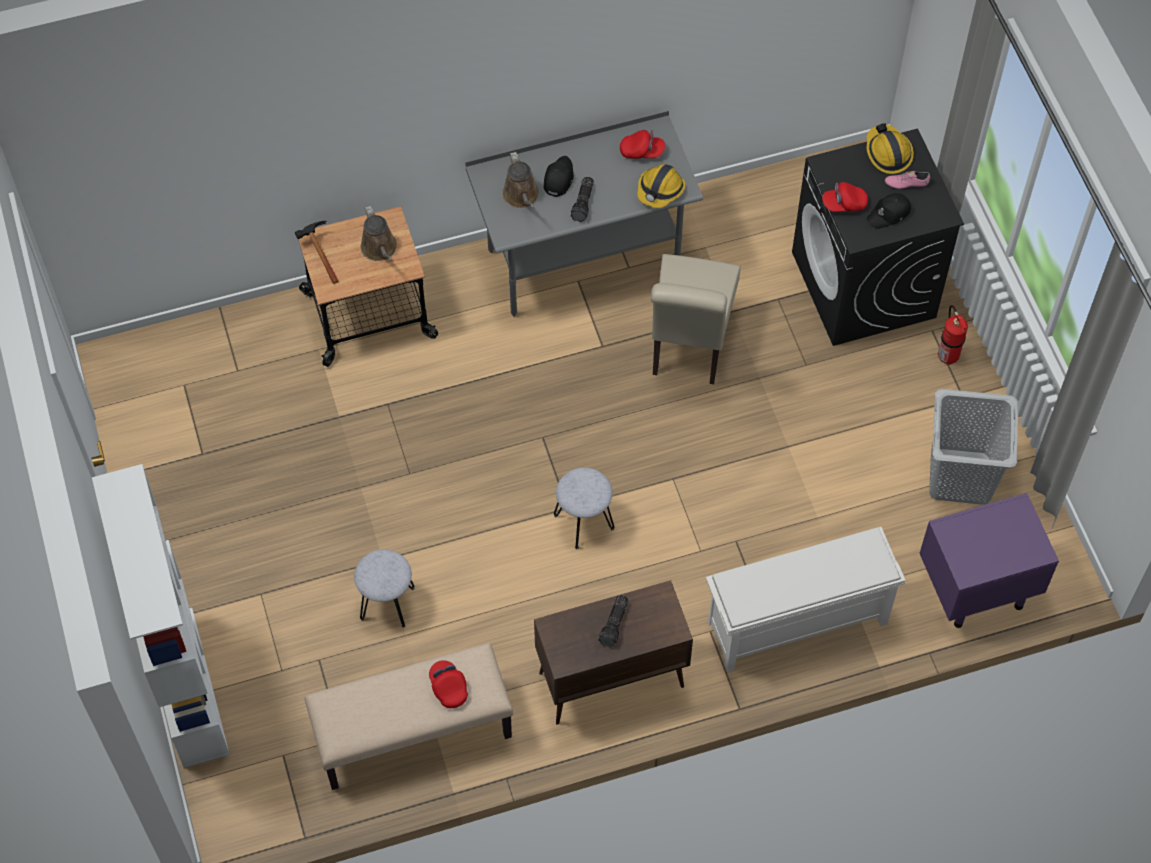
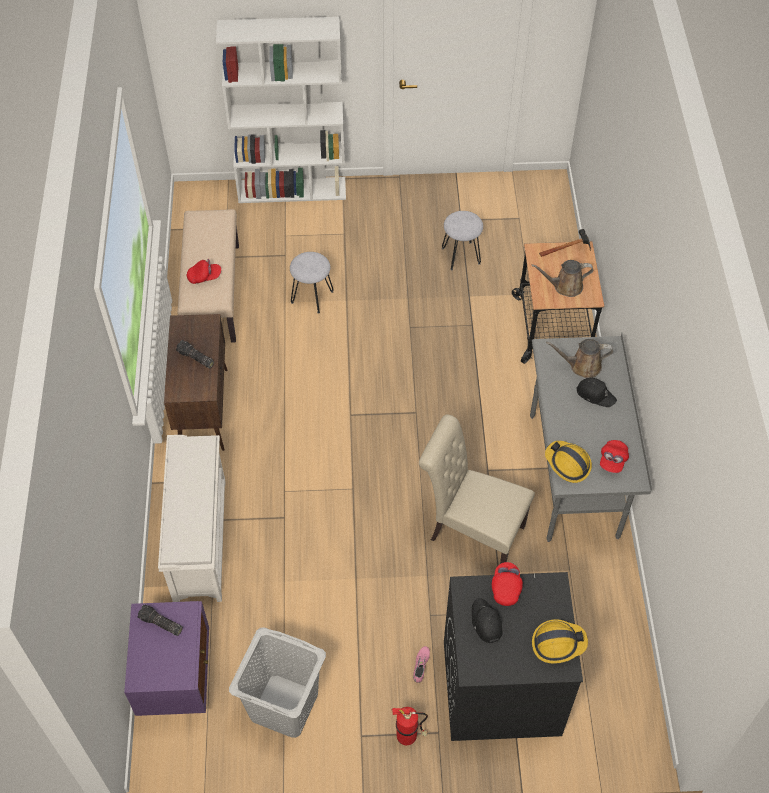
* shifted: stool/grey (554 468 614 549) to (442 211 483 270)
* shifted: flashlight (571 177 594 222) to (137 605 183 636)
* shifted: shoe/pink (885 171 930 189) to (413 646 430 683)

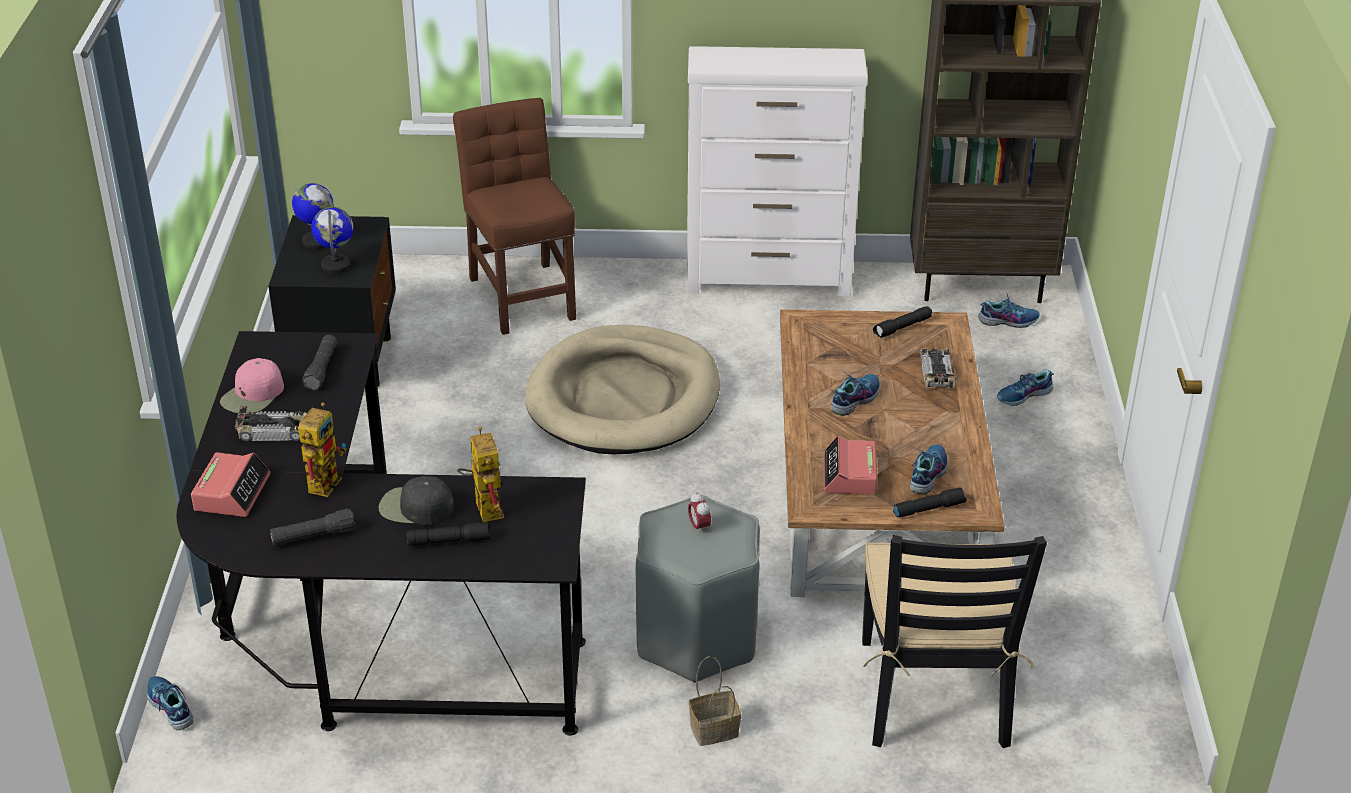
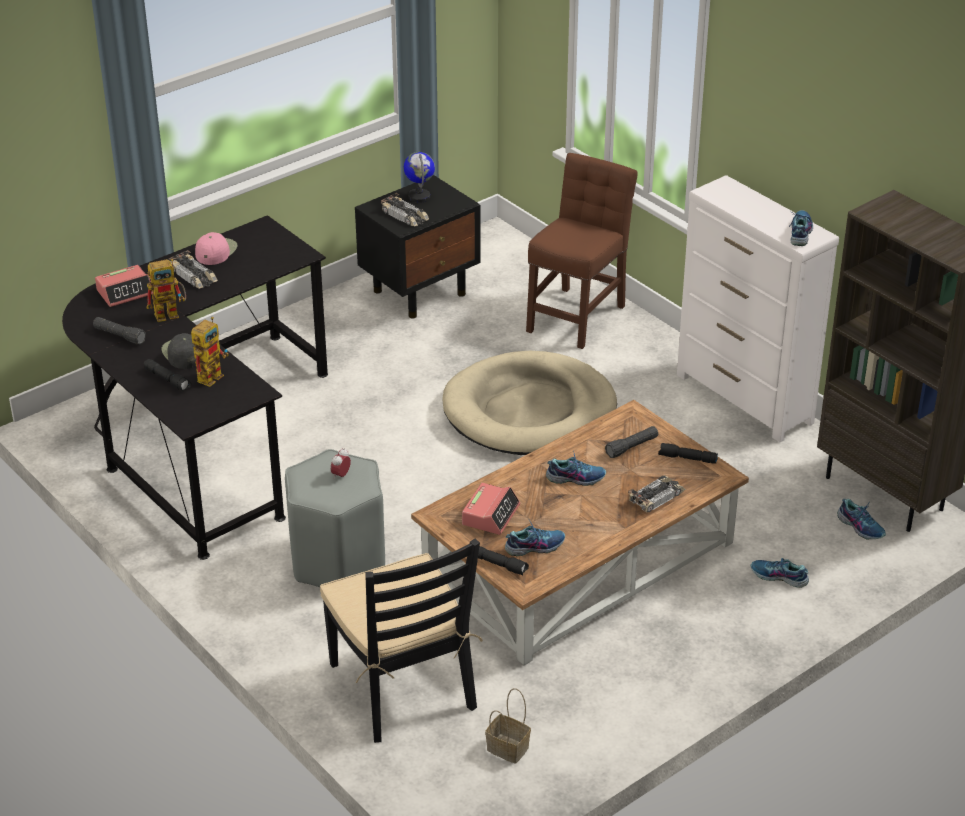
* shifted: shoe (147 676 194 730) to (789 210 813 246)
* rotated: cap/pink (220 358 284 413) = (195 232 238 265) 120 degrees clockwise
* shifted: flashlight/black (302 335 337 390) to (605 426 658 458)
* swapped: globe (311 207 353 274) to toy car (381 193 429 227)
* shifted: basket (689 656 741 746) to (485 688 531 764)
* rotated: alarm clock (824 436 877 495) = (462 483 520 535) 150 degrees clockwise
* rotated: chair/black (862 535 1047 748) = (320 539 483 743) 75 degrees counterclockwise

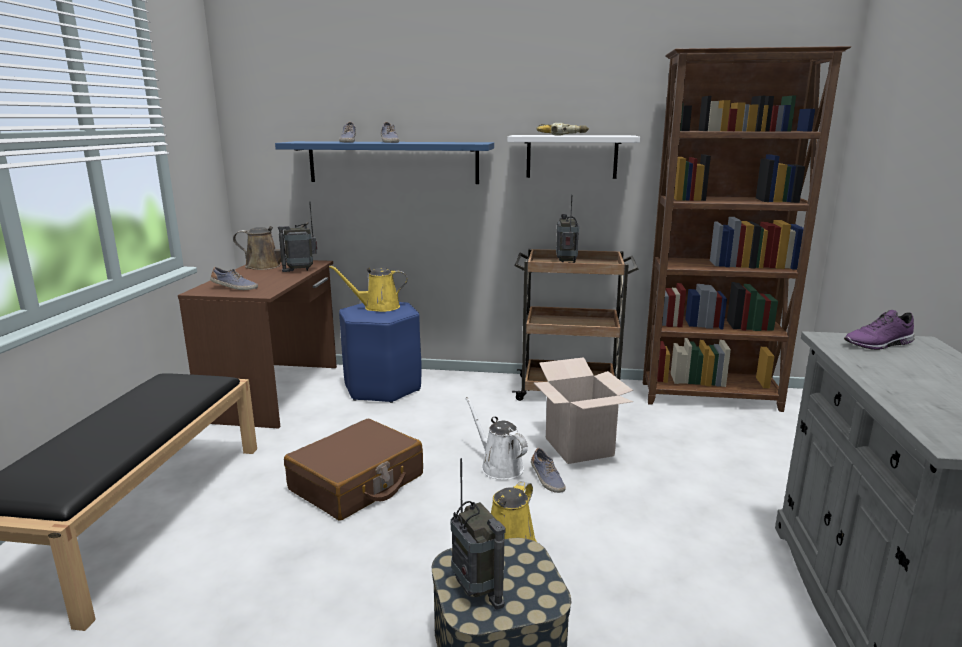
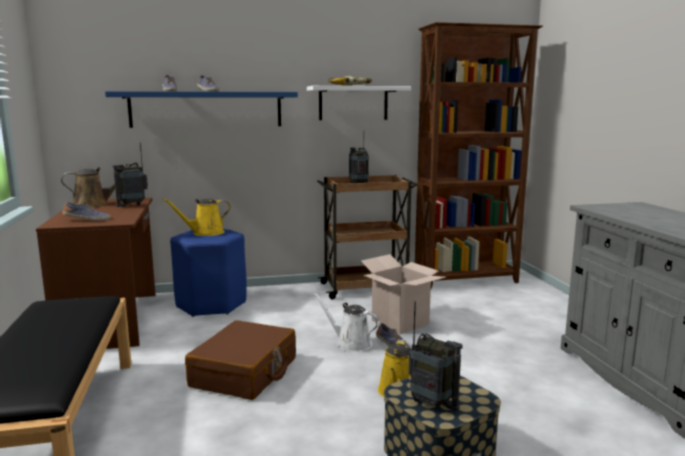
* gone: shoe/purple (844 310 915 350)

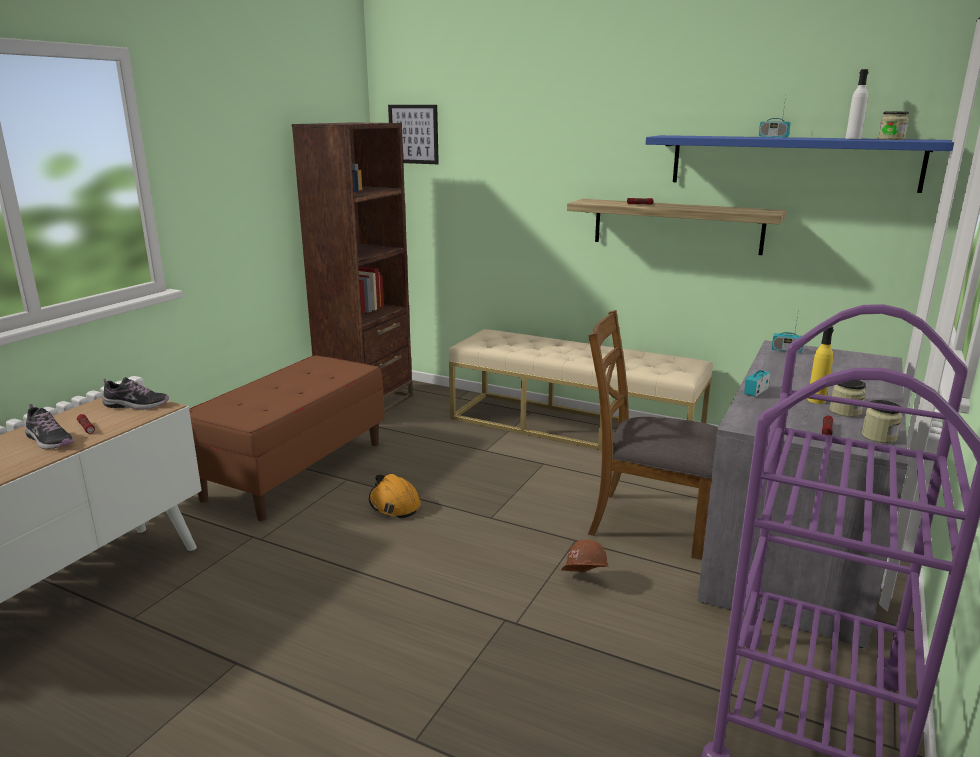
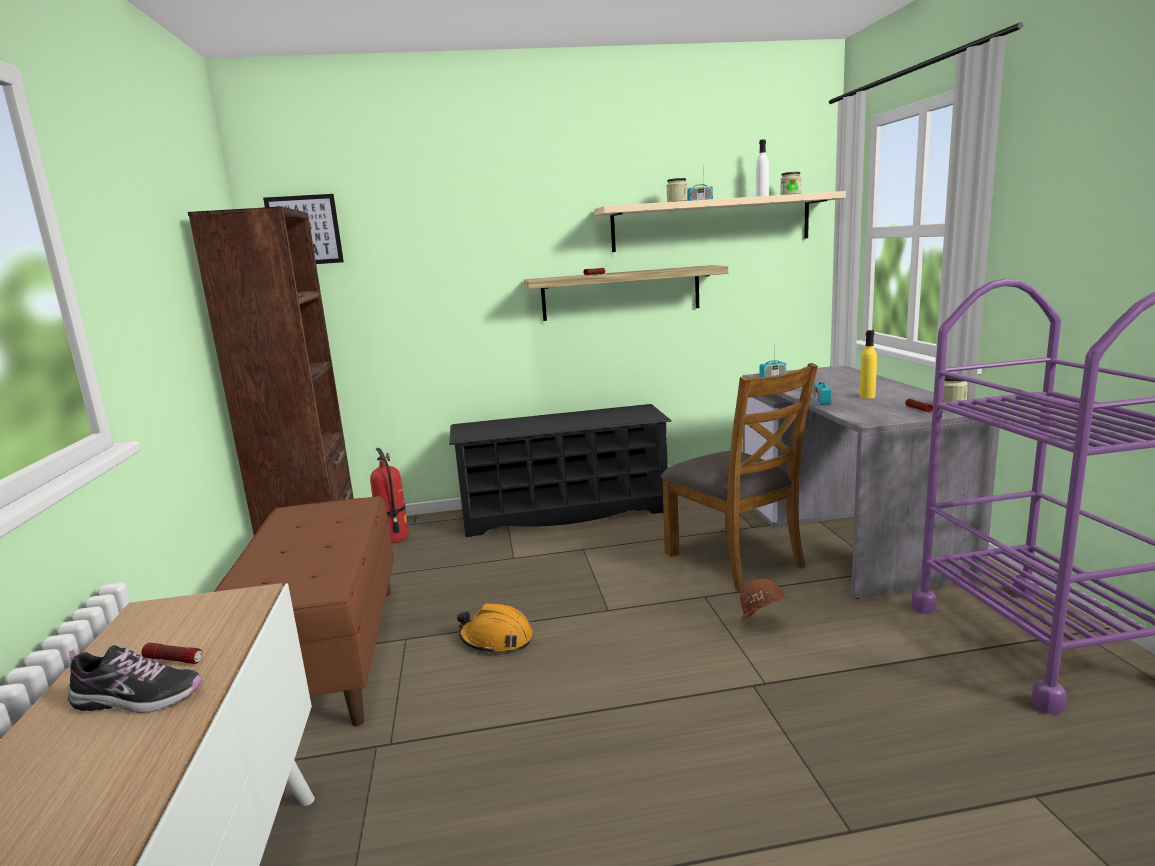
* gone: shoe (102 377 169 410)
* swapped: bench/beige (449 329 713 450) to shoe rack/black (449 404 672 537)
* rotated: chair/brown (587 310 718 560) = (661 363 818 593) 105 degrees counterclockwise
* repainted: shelf/blue (646 135 954 193) to shelf/beige (594 191 846 252)
* shifted: jar (830 380 866 417) to (666 178 687 202)
* new: fire extinguisher (370 448 409 543)

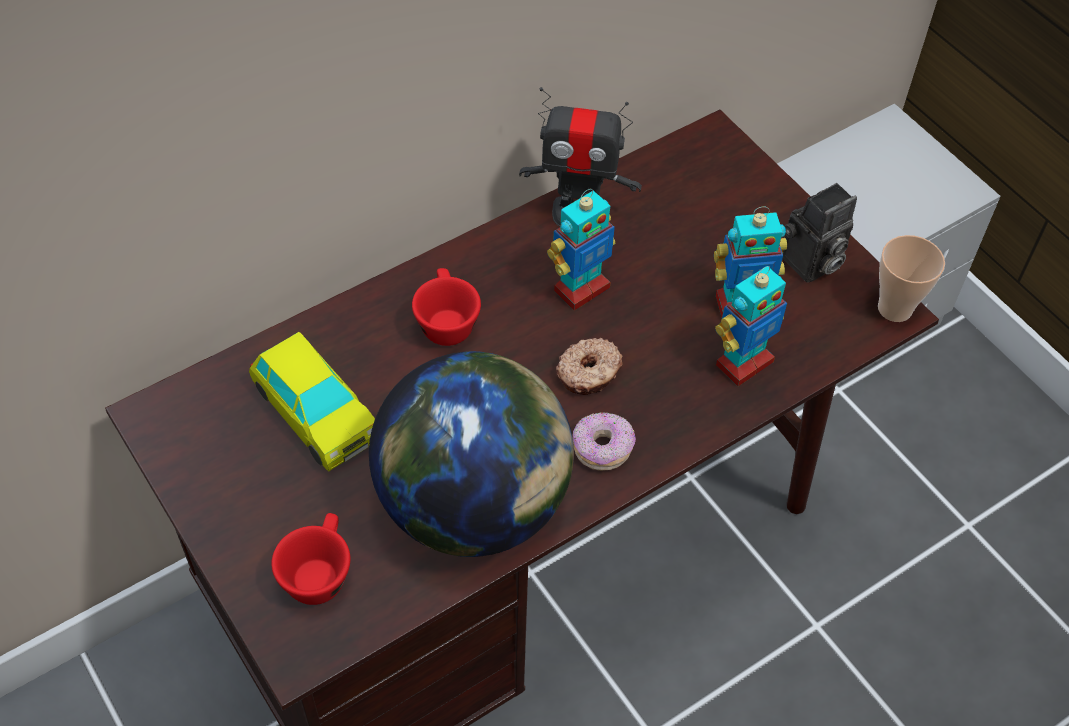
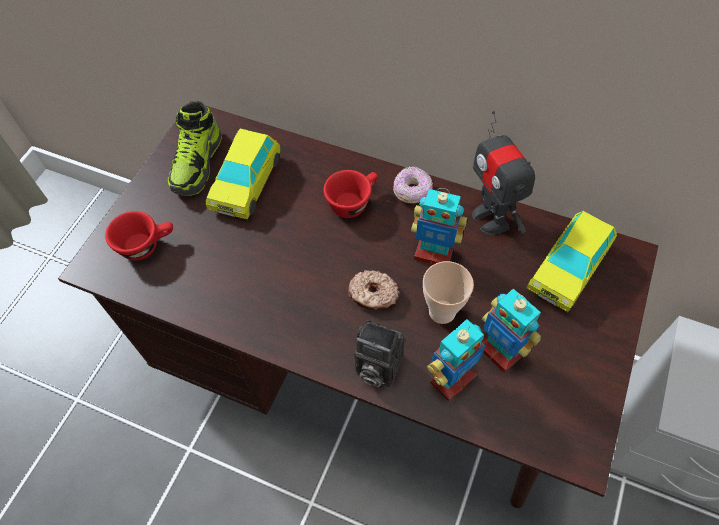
* gone: globe (369 351 574 557)
* shifted: donut (572 412 636 471) to (393 167 433 204)
* rotated: toy robot (715 266 787 386) = (427 319 485 402) 60 degrees counterclockwise
* shifted: photo camera (783 183 857 283) to (354 320 405 387)
* shifted: cup (878 235 945 322) to (423 261 474 324)
* new: shoe (167 101 222 196)
* new: toy car (527 211 617 312)

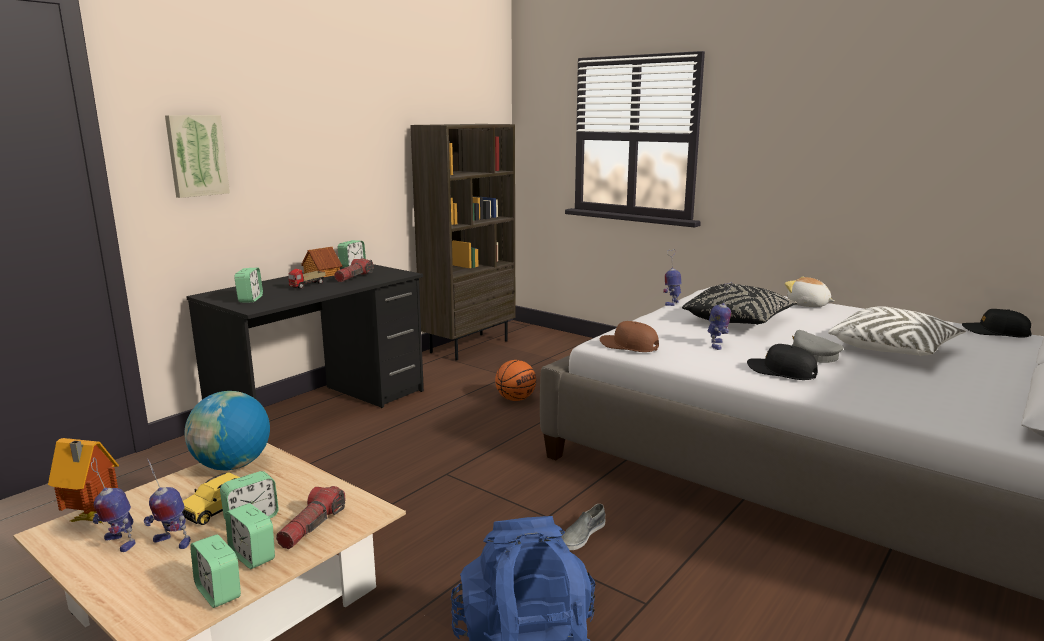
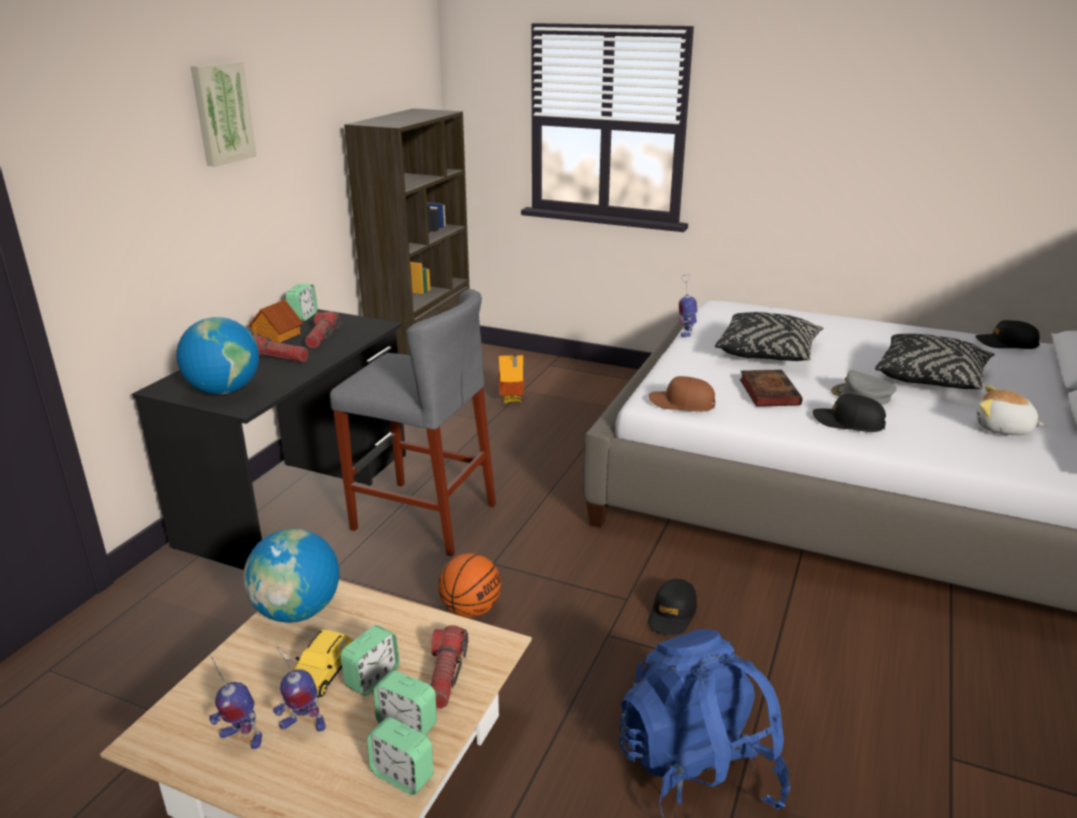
* shifted: toy house (48 438 119 524) to (499 355 524 403)
* shifted: picture (165 115 230 198) to (191 61 256 166)
* swapped: alarm clock (234 268 263 302) to globe (176 317 259 395)
* swapped: toy truck (288 269 325 289) to flashlight (253 334 308 362)
* shifted: basketball (495 360 536 401) to (438 553 501 617)
* swapped: shoe/grey (561 504 605 550) to cap/black (648 579 697 636)
* swapped: toy robot (708 282 732 350) to book (740 370 803 407)
* shifted: plush toy (785 277 834 307) to (976 385 1046 435)
* repainted: pillow/white (828 306 966 356) to pillow/black (875 334 995 390)
* new: stool/grey (330 289 496 557)

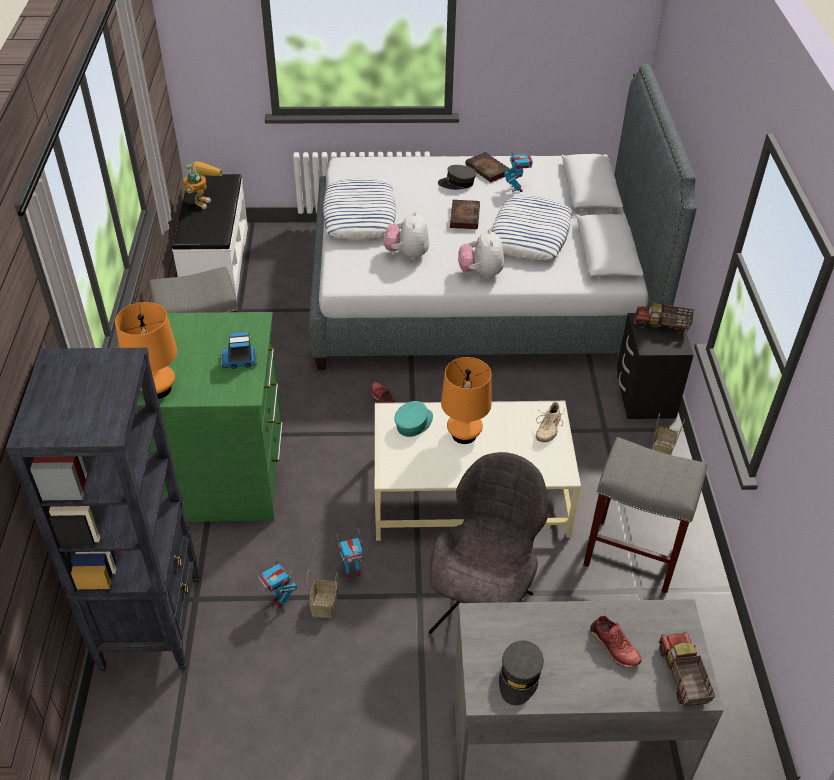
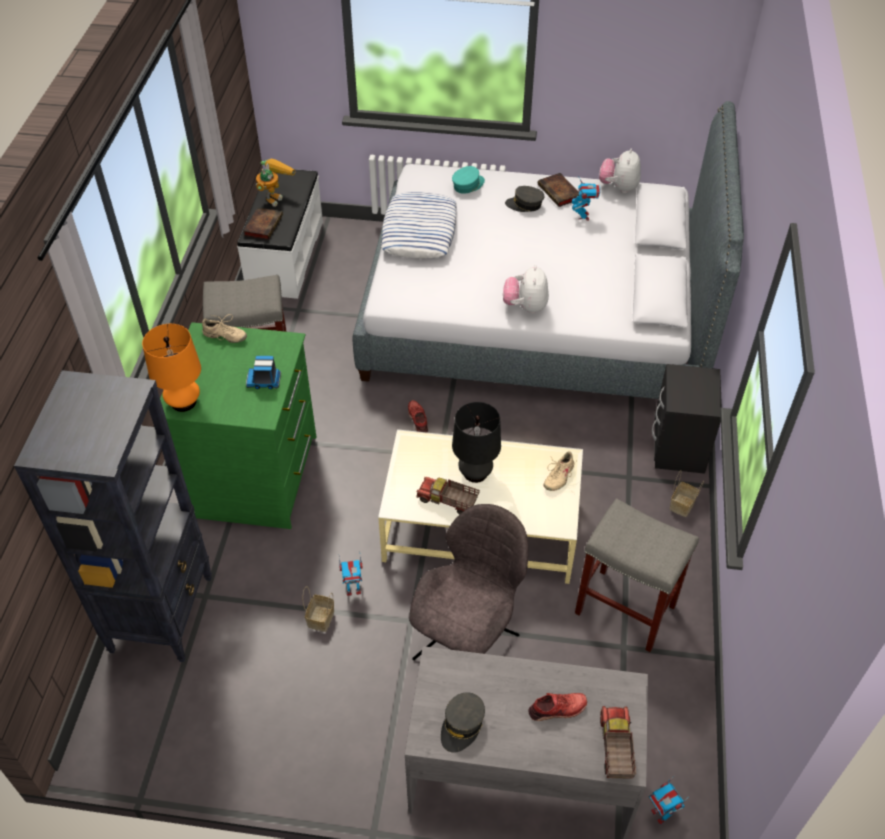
* shifted: toy robot (258 555 297 609) to (648 775 689 825)
* shifted: plush toy (384 211 429 260) to (599 148 641 193)
* shifted: cap/turquoise (394 401 433 437) to (452 166 485 194)
* repainted: table lamp/orange (441 357 492 444) to table lamp/black (452 402 501 483)
* shifted: book (450 200 480 229) to (243 207 283 240)
* gone: pillow (492 195 572 260)
* rotated: shoe/red (590 616 642 668) = (528 693 587 721) 75 degrees counterclockwise
* shifted: toy truck (634 303 694 335) to (416 477 480 515)
* new: shoe/beige (202 314 247 343)

